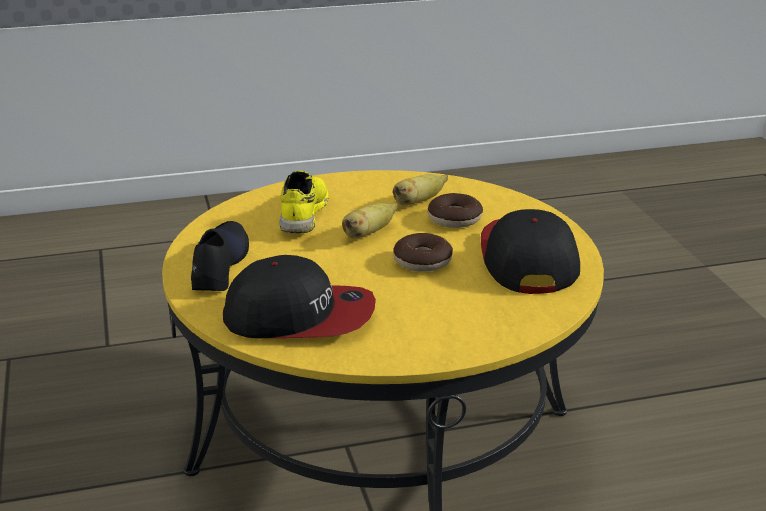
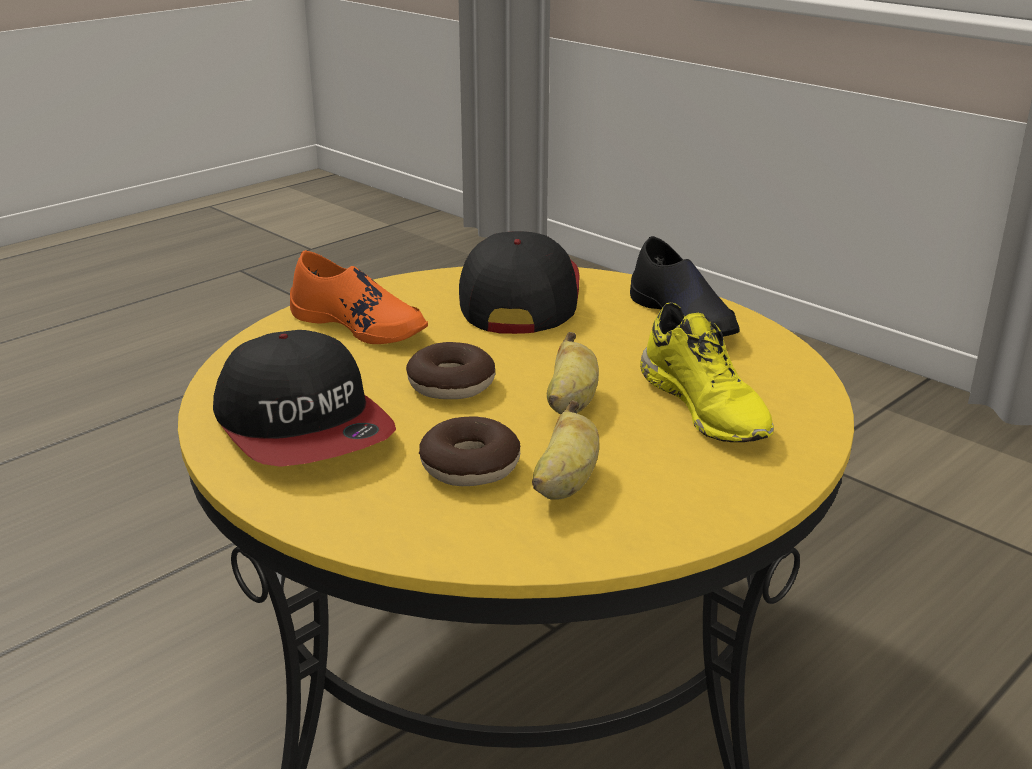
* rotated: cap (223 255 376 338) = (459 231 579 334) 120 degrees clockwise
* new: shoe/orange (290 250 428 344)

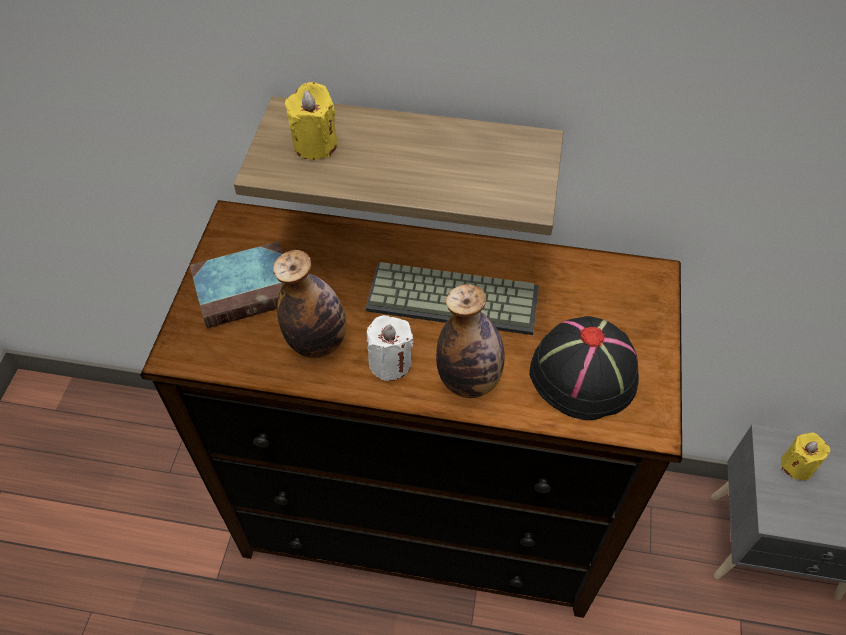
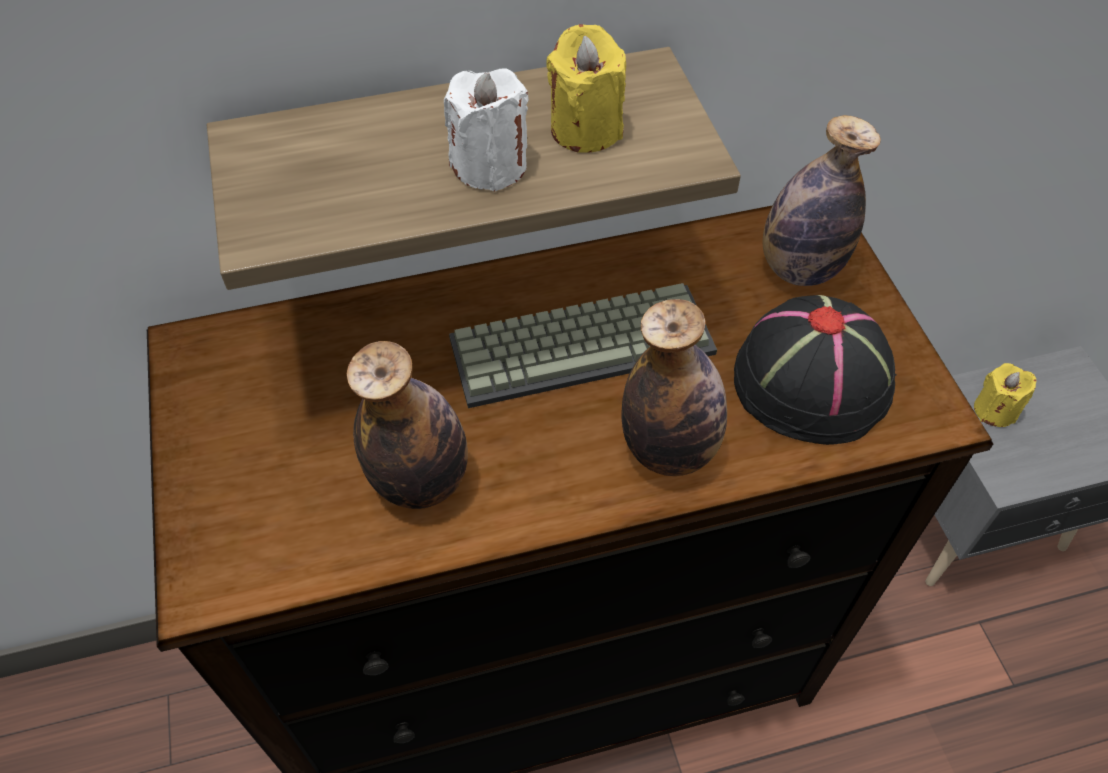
* gone: book (190 241 284 328)
* shifted: candle/yellow (285 82 338 160) to (546 24 626 153)
* shifted: candle/white (366 315 413 381) to (444 69 529 192)
* new: bottle (762 115 881 286)

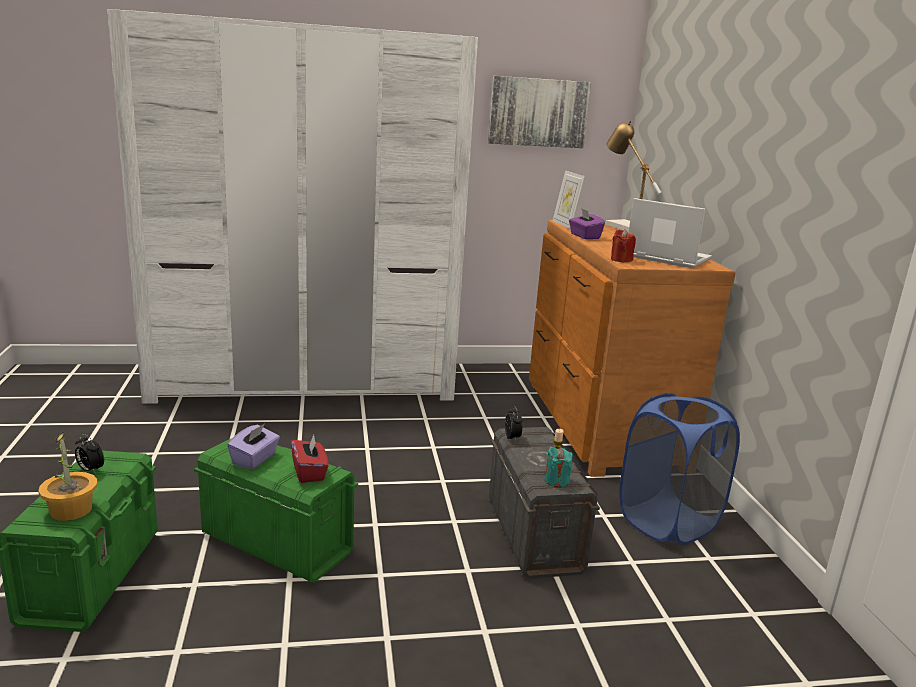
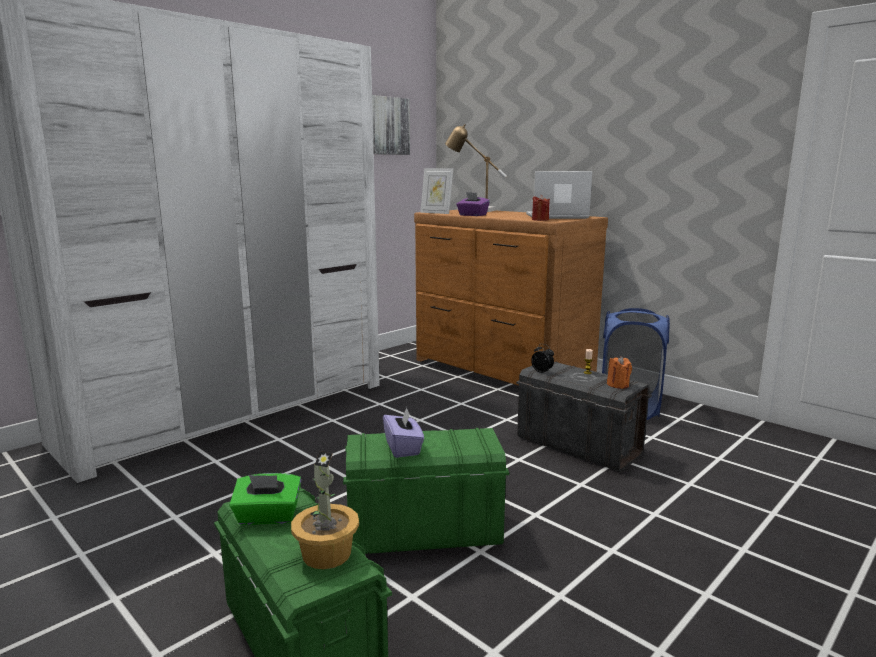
* swapped: alarm clock (75 434 104 474) to tissue box/green (229 473 301 525)
* gone: tissue box/red (291 435 329 483)
* repainted: candle/turquoise (544 447 573 488) to candle/orange (607 356 632 389)

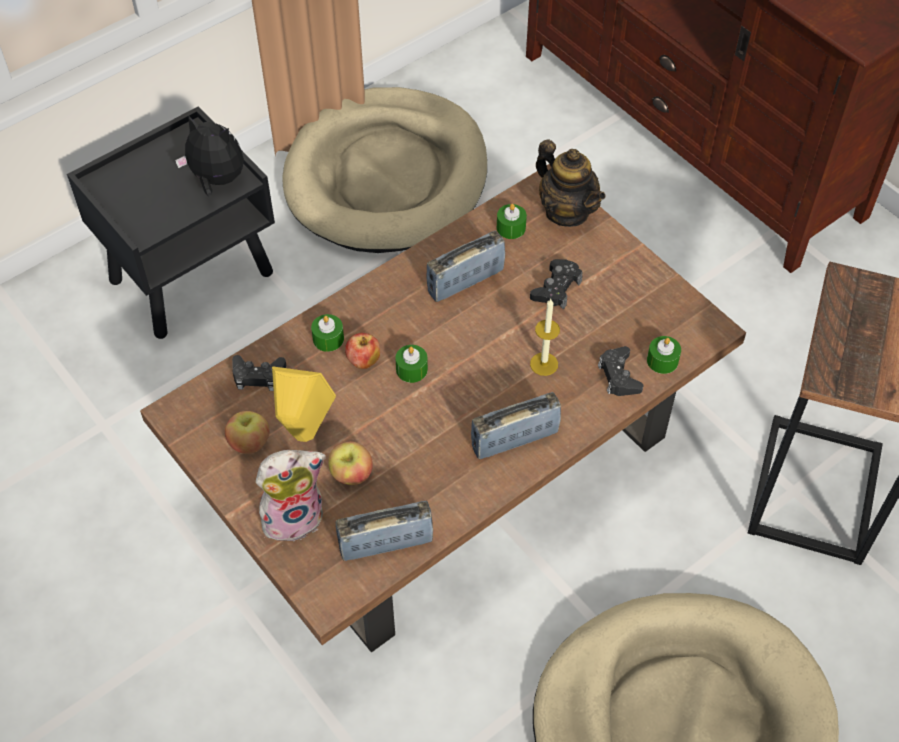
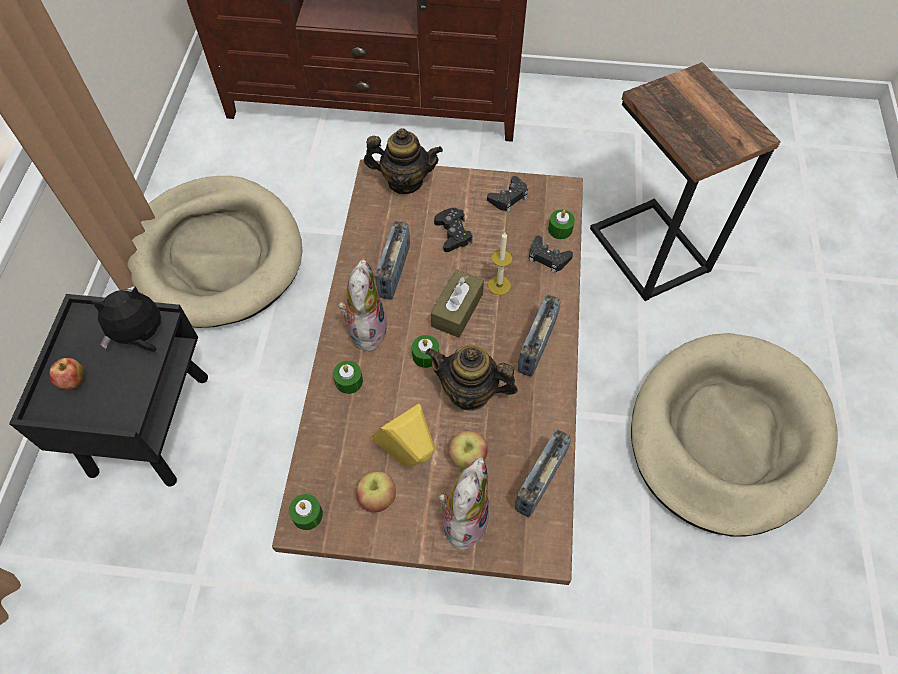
* shifted: game controller/black (232 355 286 391) to (487 176 528 212)
* shifted: apple (345 333 380 369) to (49 358 84 389)
* shifted: candle/green (497 204 527 239) to (289 494 323 530)
* new: plush toy (339 259 388 352)
* new: teapot (425 344 518 411)
* new: tissue box/brown (431 269 484 338)

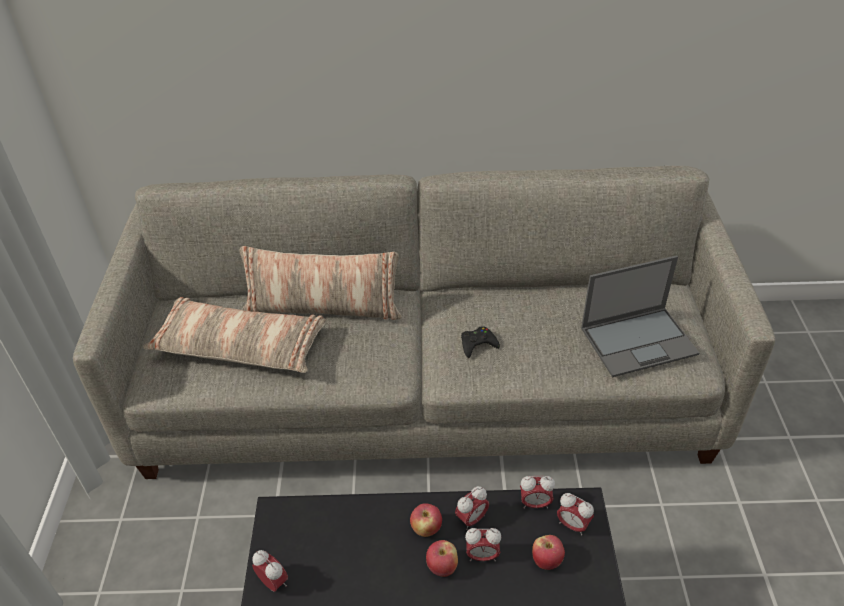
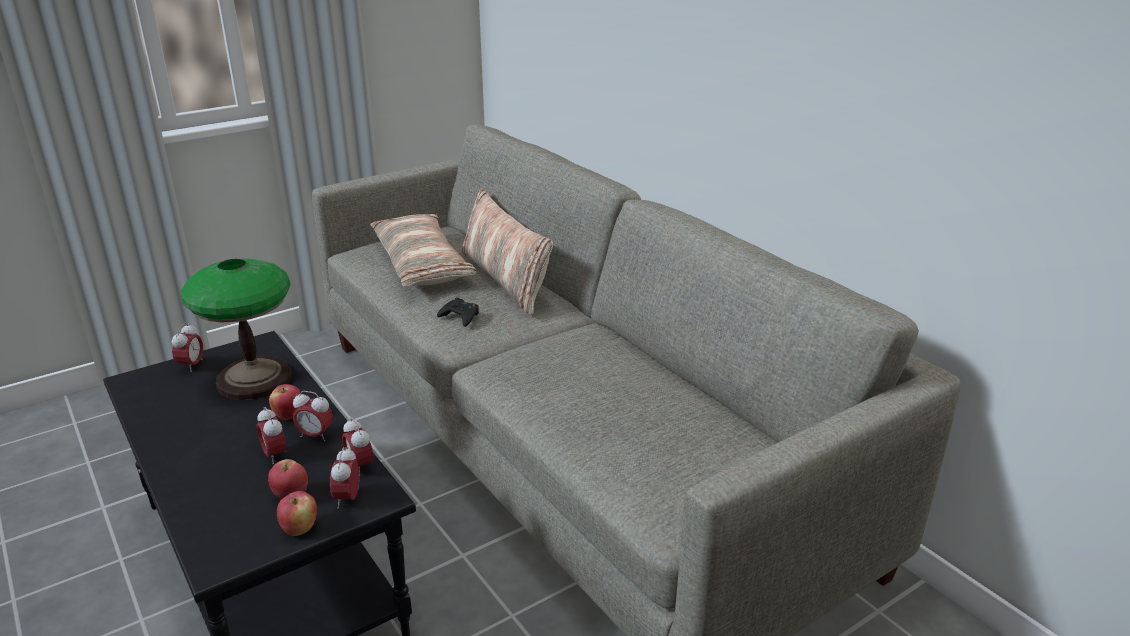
* shifted: apple (426 540 458 577) to (277 491 317 536)
* shifted: game controller/black (461 326 500 358) to (437 297 479 327)
* gone: laptop (581 255 699 377)
* new: table lamp (181 259 292 400)

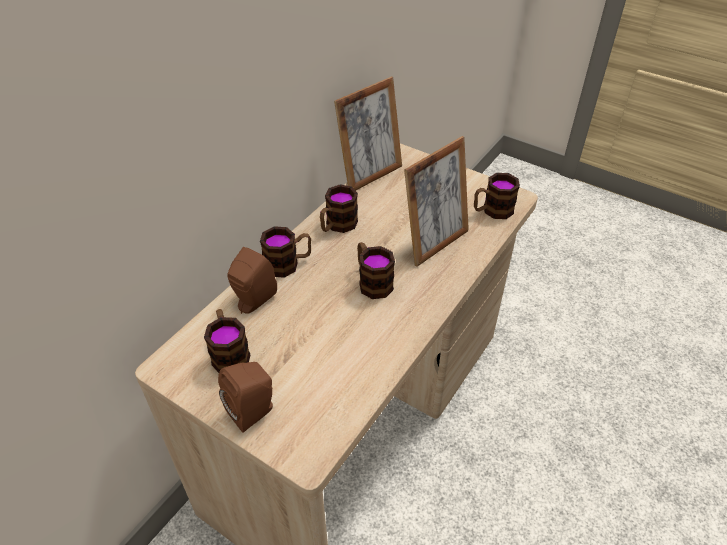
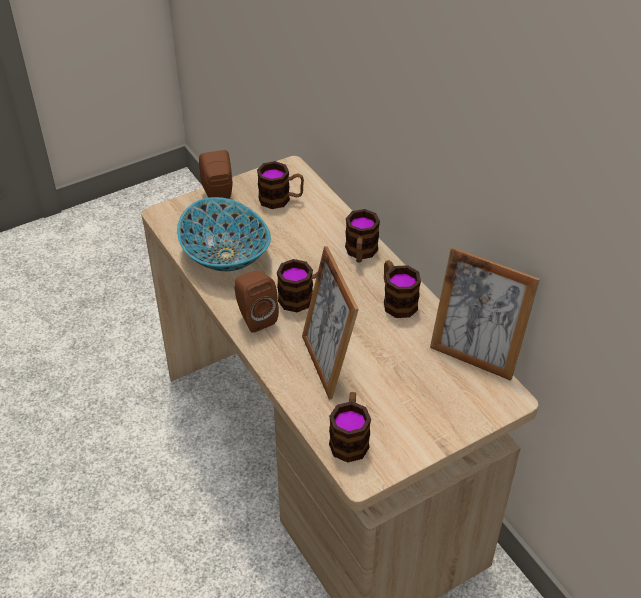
* shifted: speaker/brown (227 247 277 314) to (234 271 279 333)
* rotated: picture frame (334 77 402 191) = (430 247 540 381) 45 degrees counterclockwise
* new: bowl (177 197 271 271)

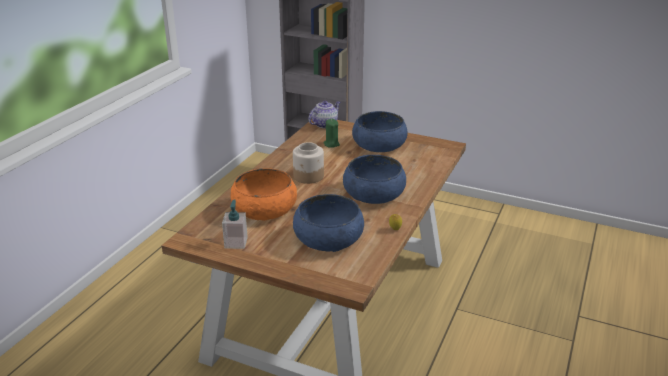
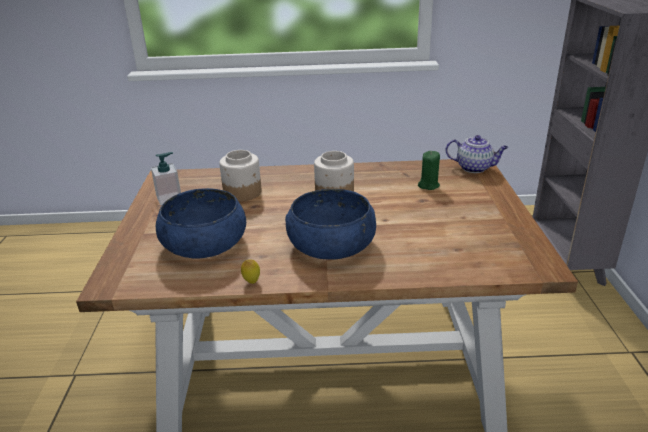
* swapped: bowl/orange (231 168 297 221) to jar (219 150 262 201)
* gone: bowl/blue (352 111 408 152)

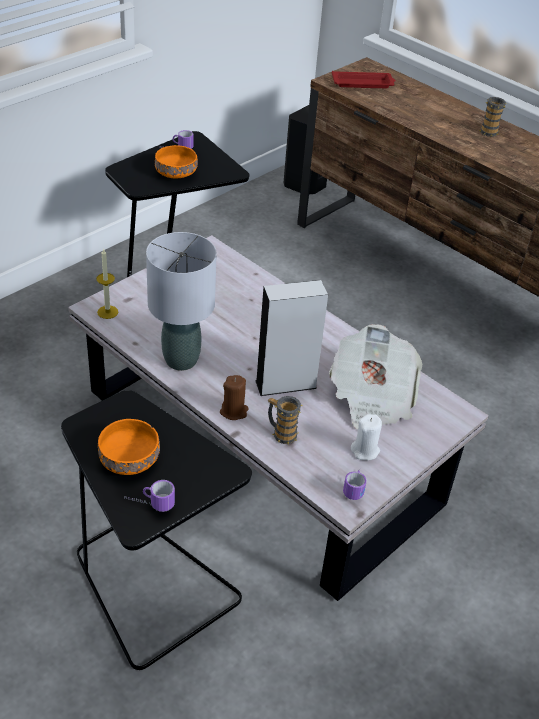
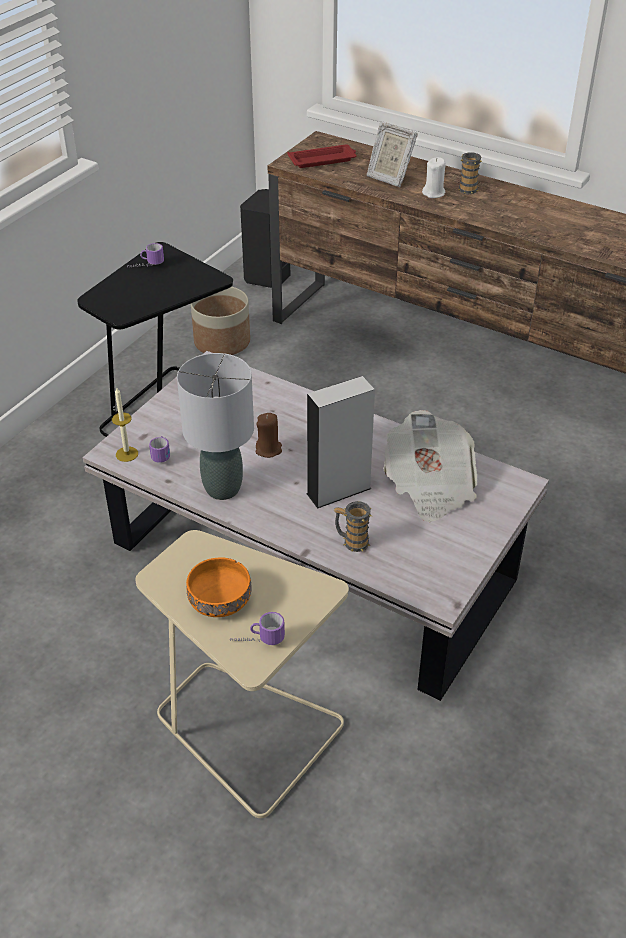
* repainted: side table/black (61 390 252 670) to side table/beige (135 530 349 818)
* gone: bowl/orange (155 145 198 178)
* shifted: candle/brown (220 375 249 420) to (256 413 282 458)
* shifted: mug (343 470 367 500) to (149 436 170 463)
* shifted: candle/white (351 414 382 460) to (422 157 446 198)
* new: planter (191 287 250 355)
* new: picture frame (367 121 418 187)

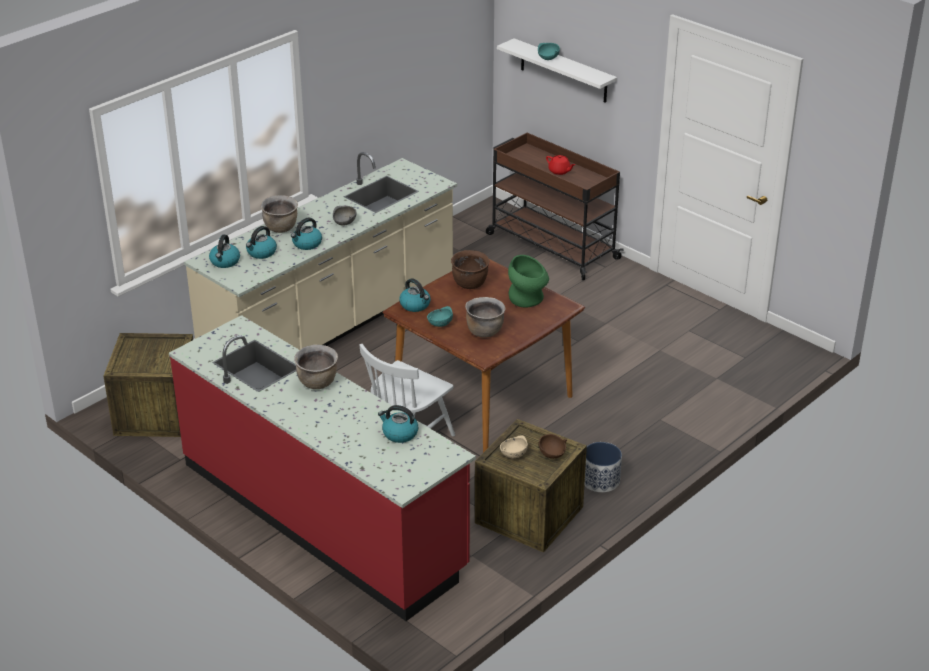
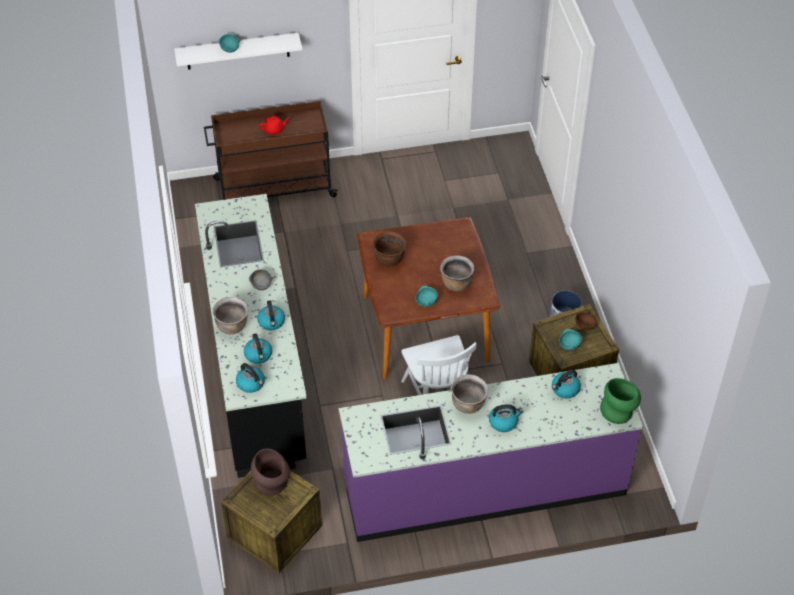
* repainted: counter/red (169 315 476 621) to counter/purple (339 363 643 542)
* repainted: counter/beige (184 152 457 350) to counter/black (195 194 307 478)
* shifted: kettle (399 278 431 312) to (489 404 523 432)
* repainted: bowl/beige (500 435 528 458) to bowl/turquoise (559 329 582 350)
* shifted: vase/green (508 255 549 308) to (600 378 641 424)
* new: vase/brown (251 448 290 495)

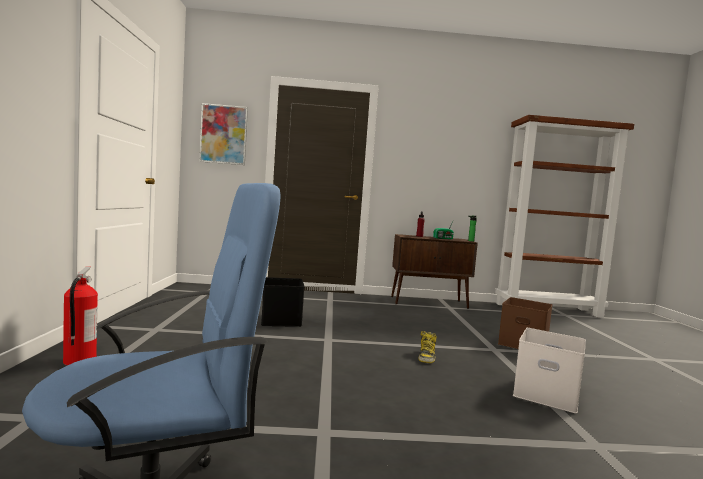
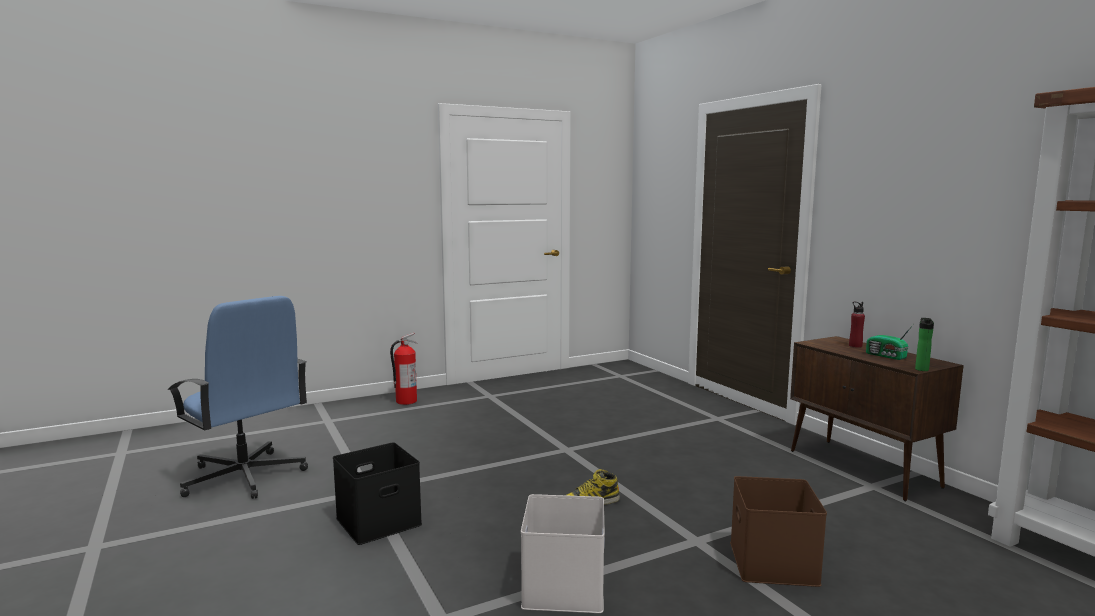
* gone: picture (199 103 248 165)
* shifted: storage box/black (261 277 305 327) to (333 442 422 545)

